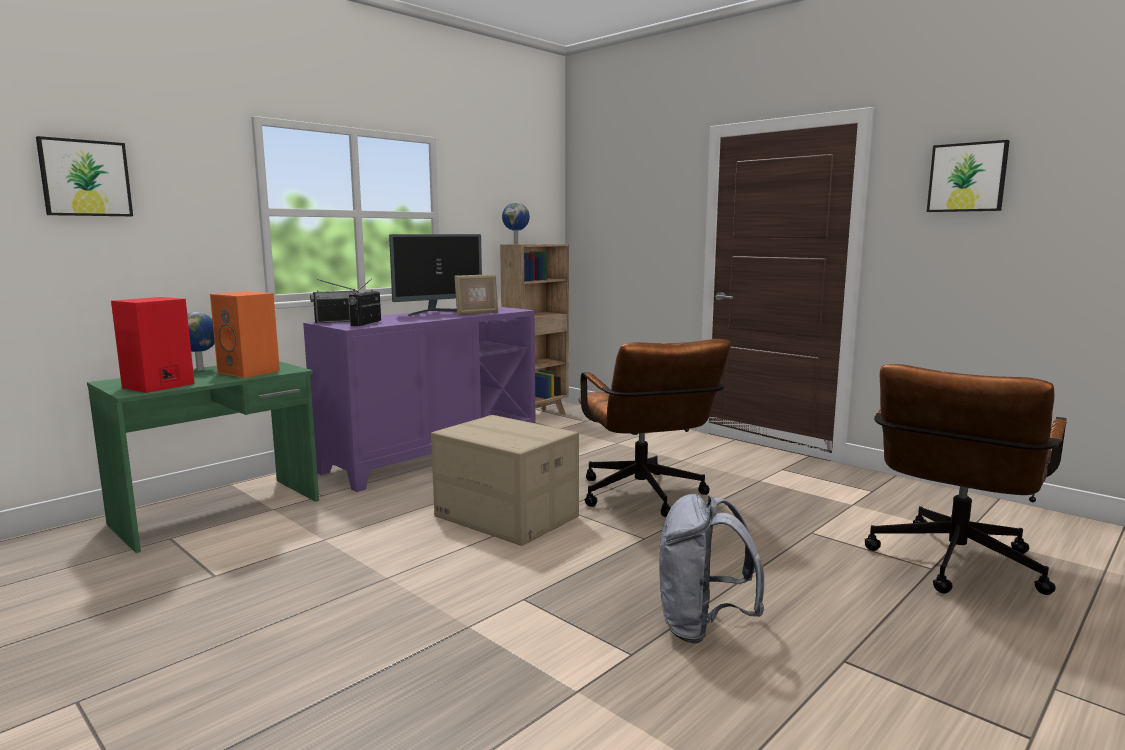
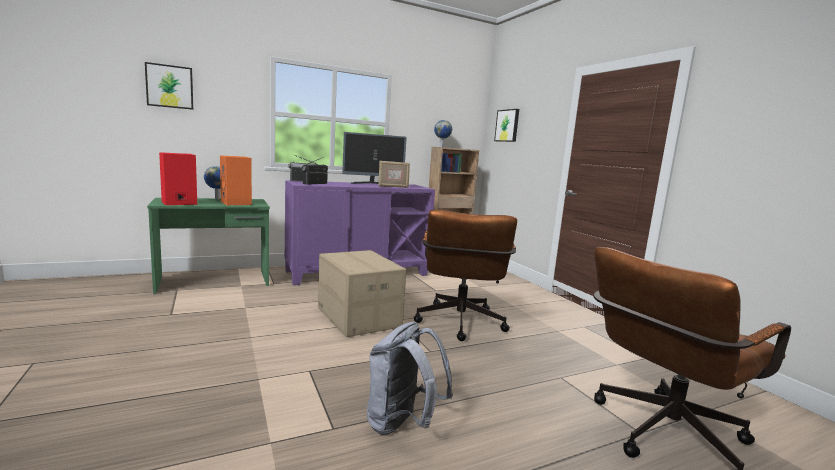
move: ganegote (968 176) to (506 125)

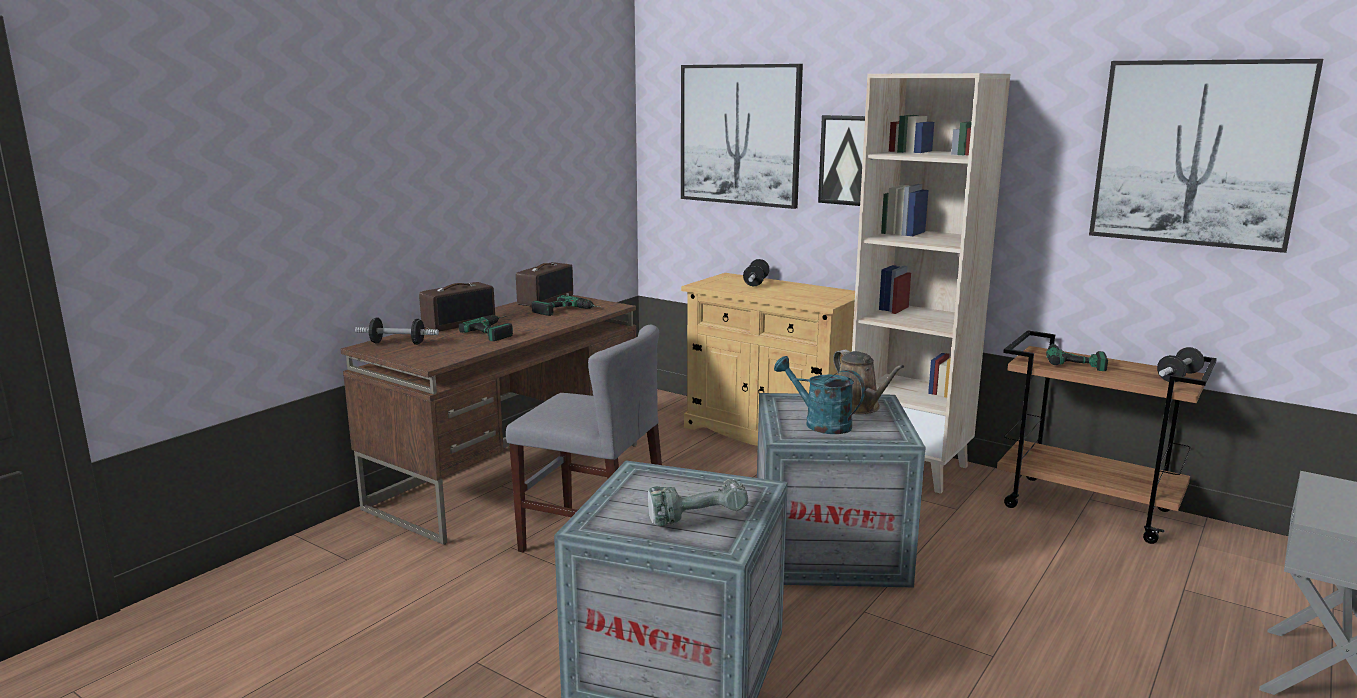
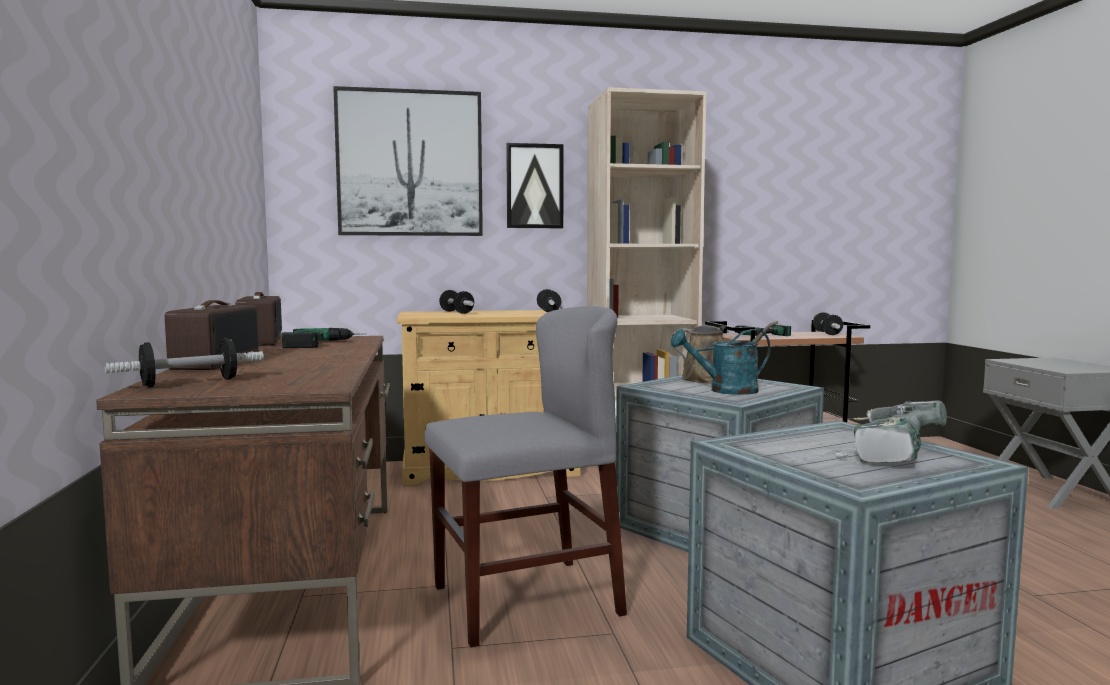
delete: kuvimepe (486 328); ganegote (1206 156)
insert: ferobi (549 300)

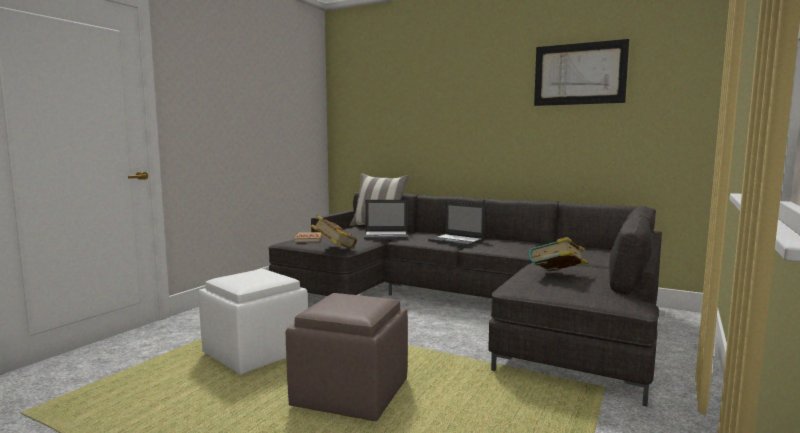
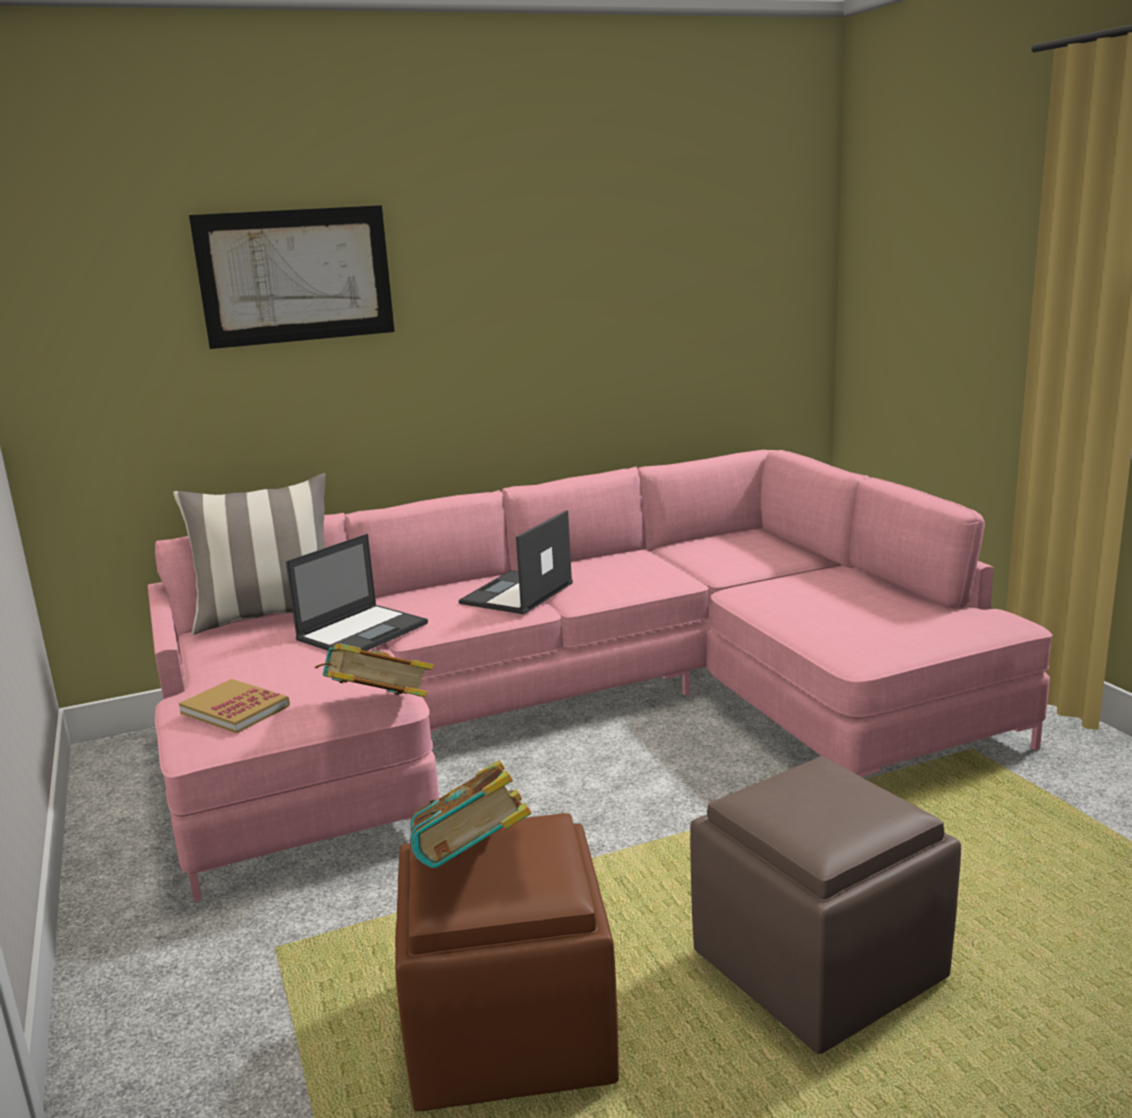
move: ganegote (581 72) to (292 277); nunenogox (558 254) to (471 814)
recolor: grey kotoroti (465 299) to pink kotoroti (600 676); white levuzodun (253 321) to brown levuzodun (507 962)
rotate: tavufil (456 224) = (516 562) 135 degrees clockwise

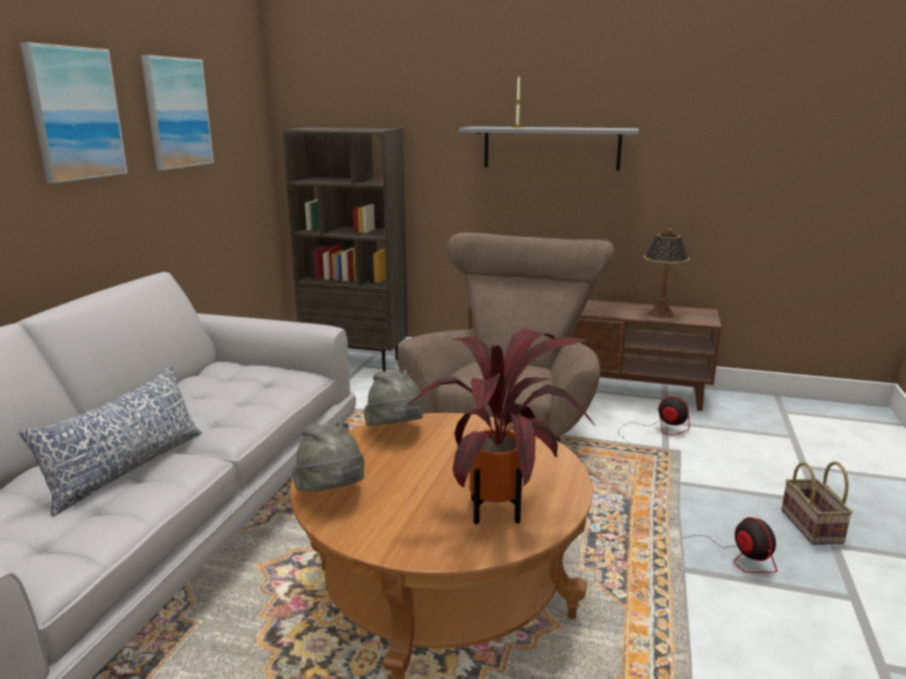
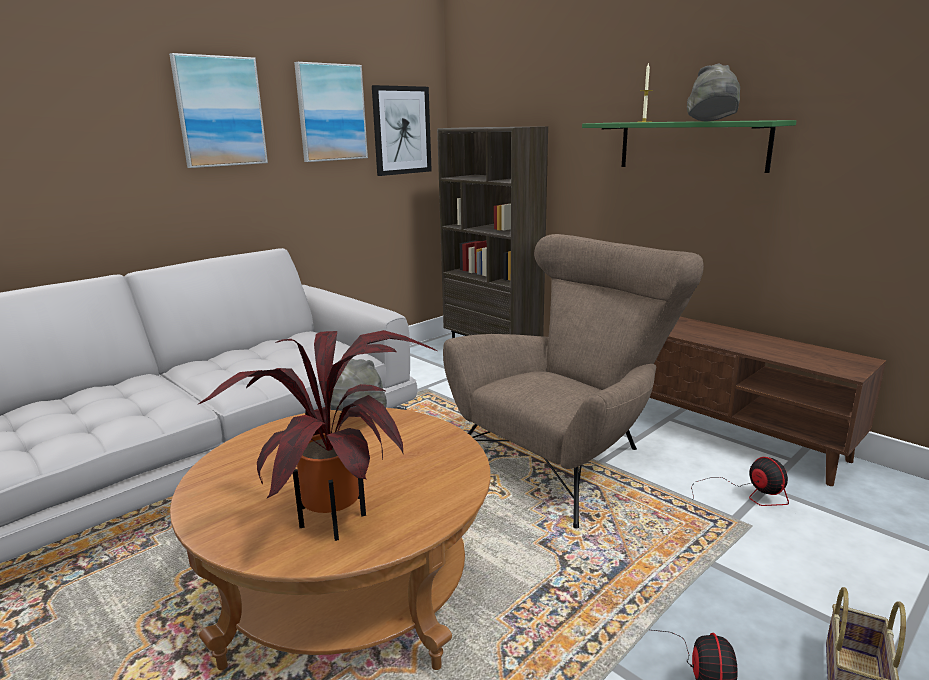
delete: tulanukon (110 441); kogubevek (667 273)
insert: ganegote (402 130)
move: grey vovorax (328 456) to (713 92)
recolor: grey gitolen (549 148) to green gitolen (689 146)

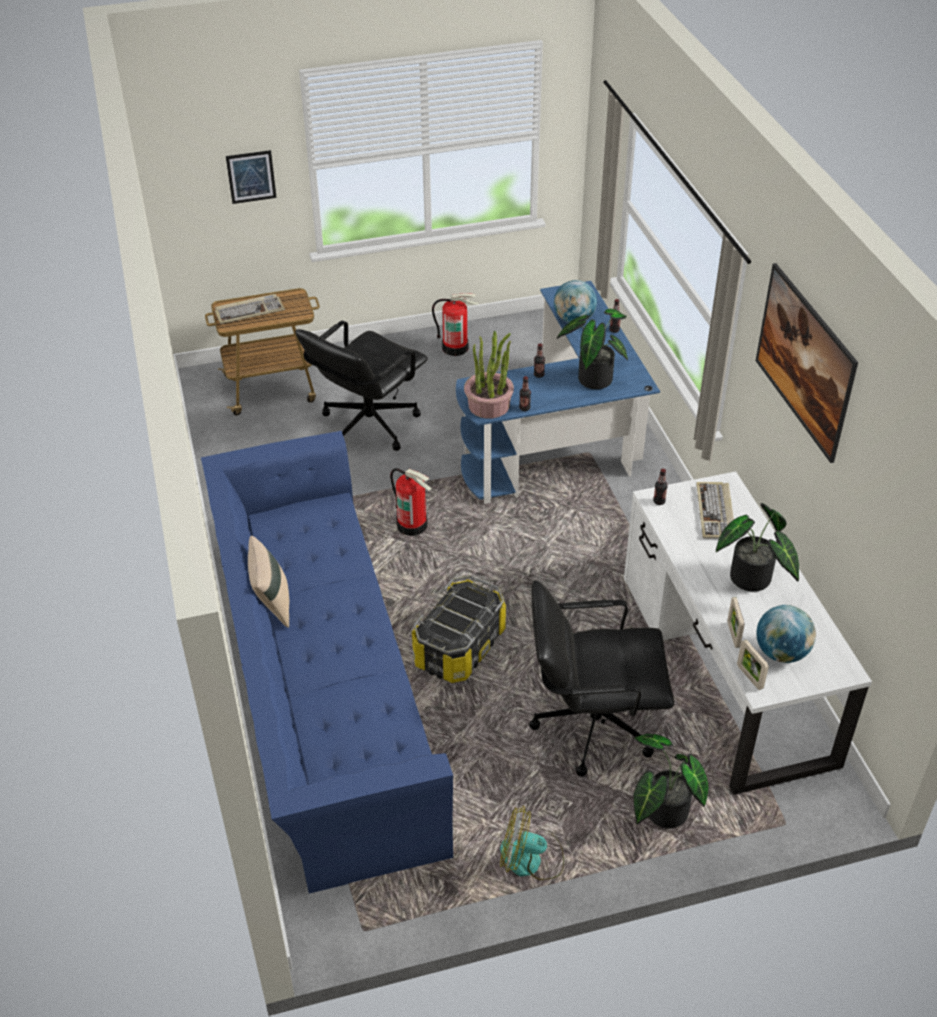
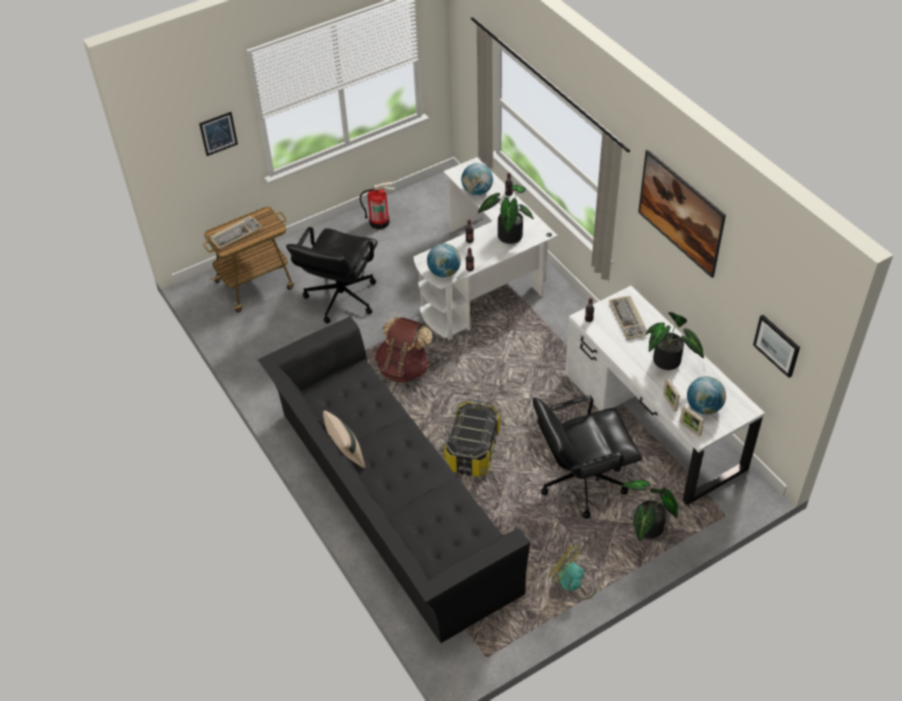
insert: ganegote (776 346)
replace: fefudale (411 502) to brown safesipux (403 350); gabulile (489 375) to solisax (444 260)
recolor: blue kotoroti (327 662) to black kotoroti (394 479); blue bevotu (558 392) to white bevotu (485 249)
rotate: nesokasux (532 843) = (574 572) 45 degrees clockwise

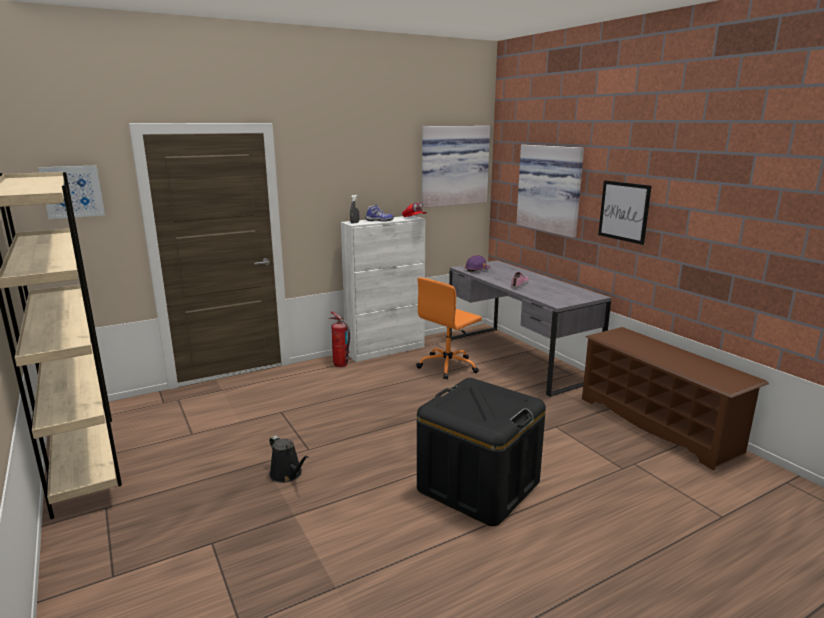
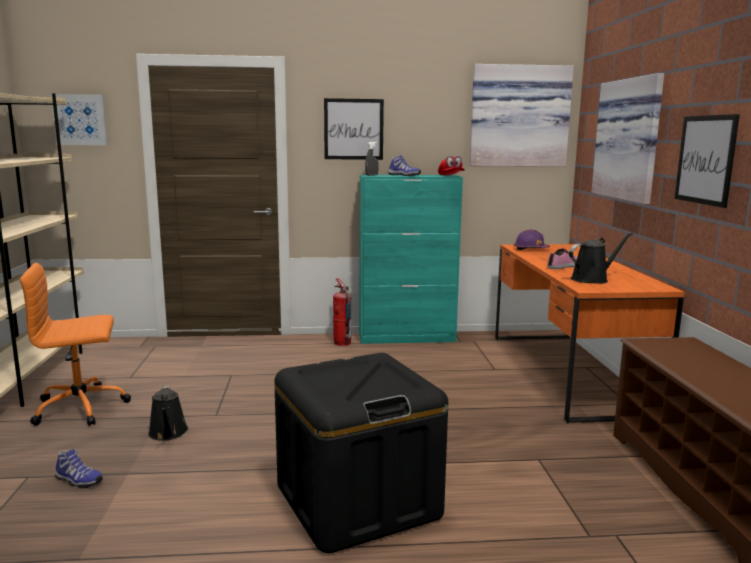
insert: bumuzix (79 468); ganegote (354 129); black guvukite (601 258)
move: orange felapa (449 329) to (75 344)
recolor: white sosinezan (383 289) to turquoise sosinezan (411 259); grey bevotu (530 328) to orange bevotu (590 333)

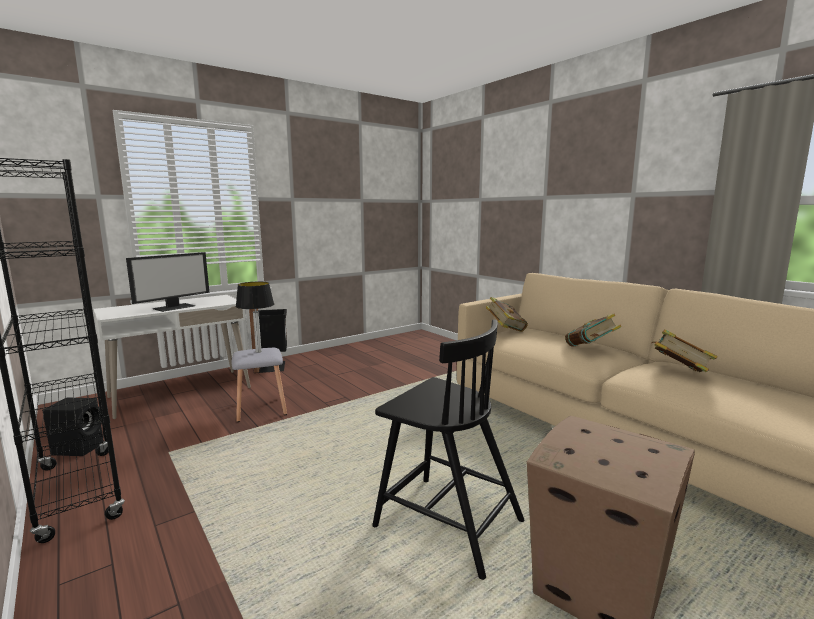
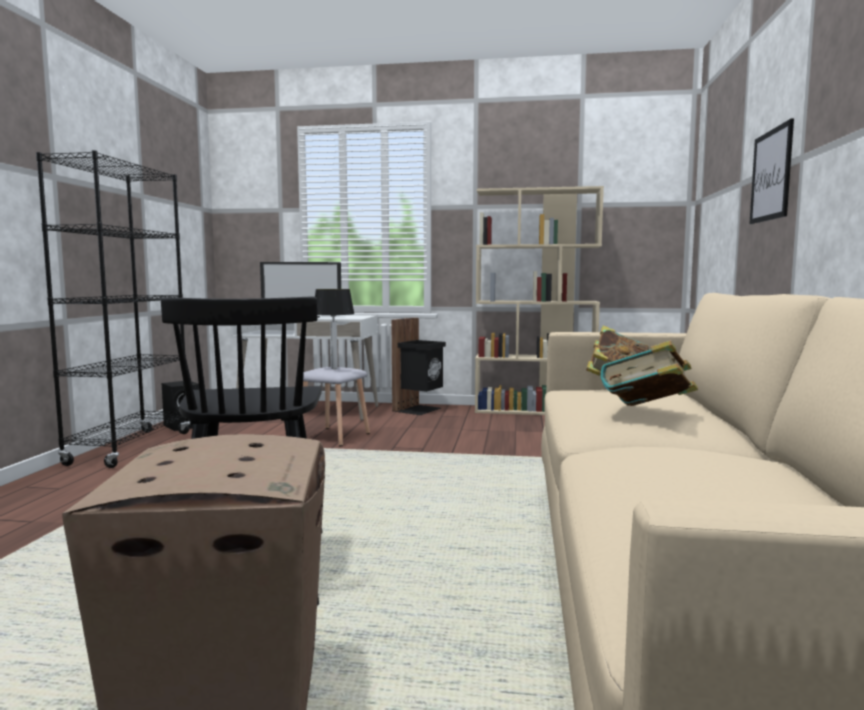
delete: nunenogox (685 350)
insert: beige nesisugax (539 300); ganegote (771 171)

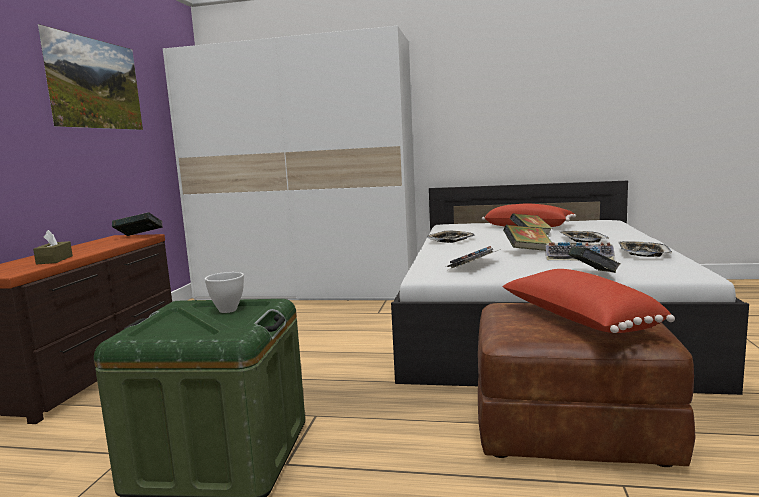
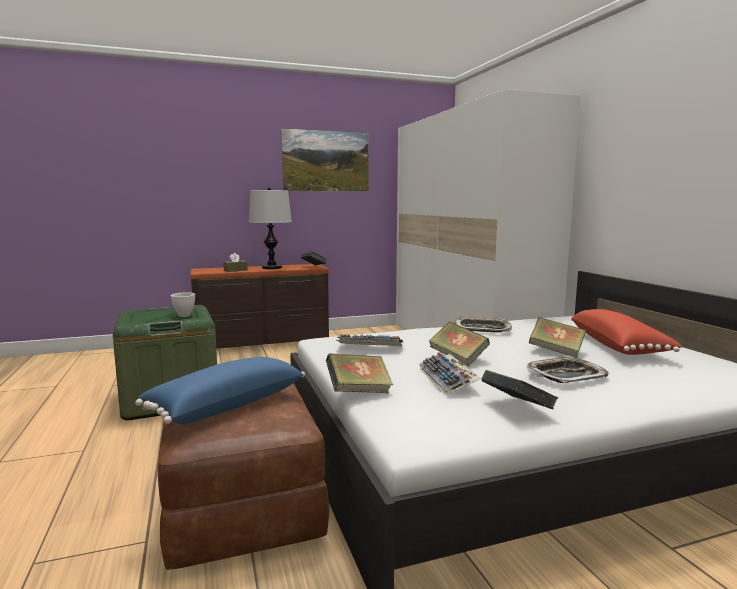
insert: kogubevek (270 228)
replace: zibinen (645 249) to nunenogox (519 389)
recolor: red tulanukon (588 301) to blue tulanukon (220 390)

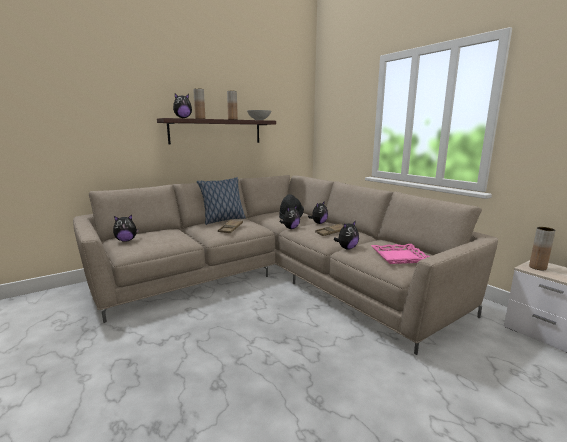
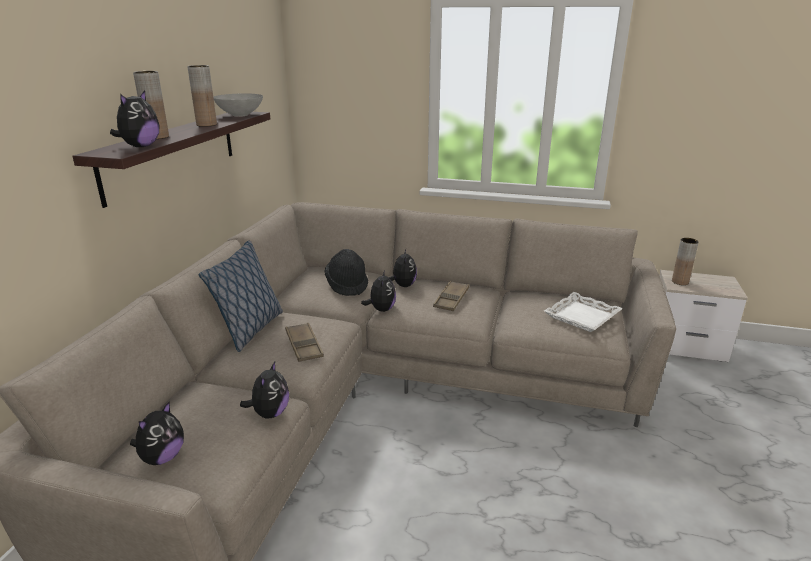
move: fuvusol (346 235) to (264 389)
recolor: pink zibinen (400 254) to white zibinen (583 312)

